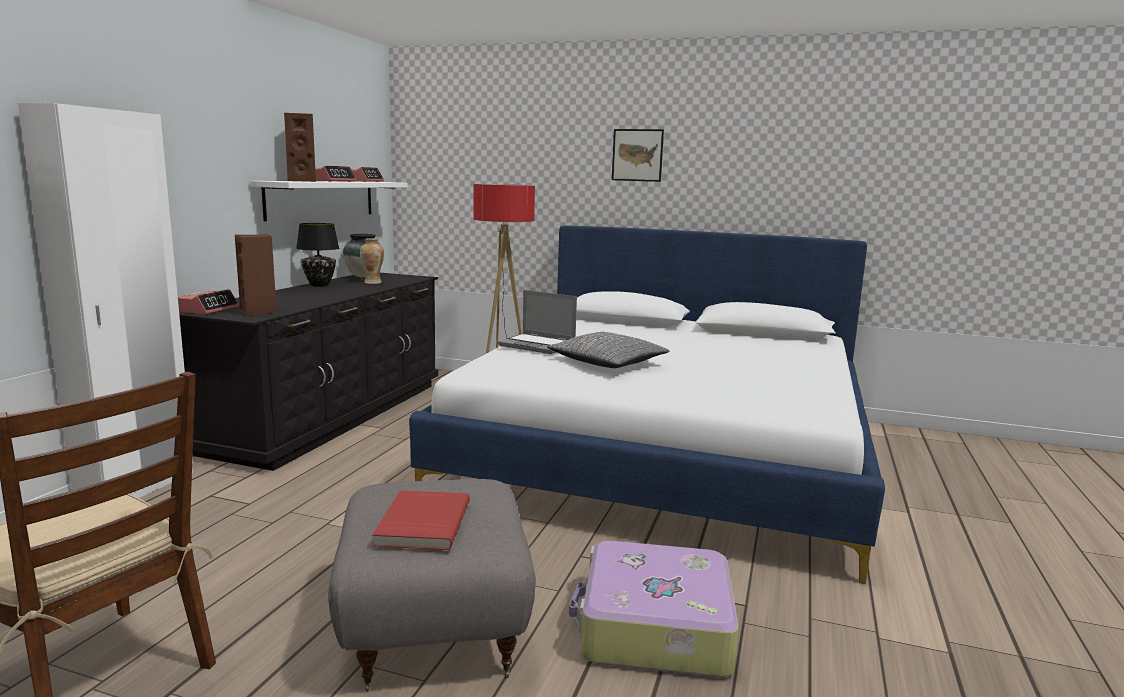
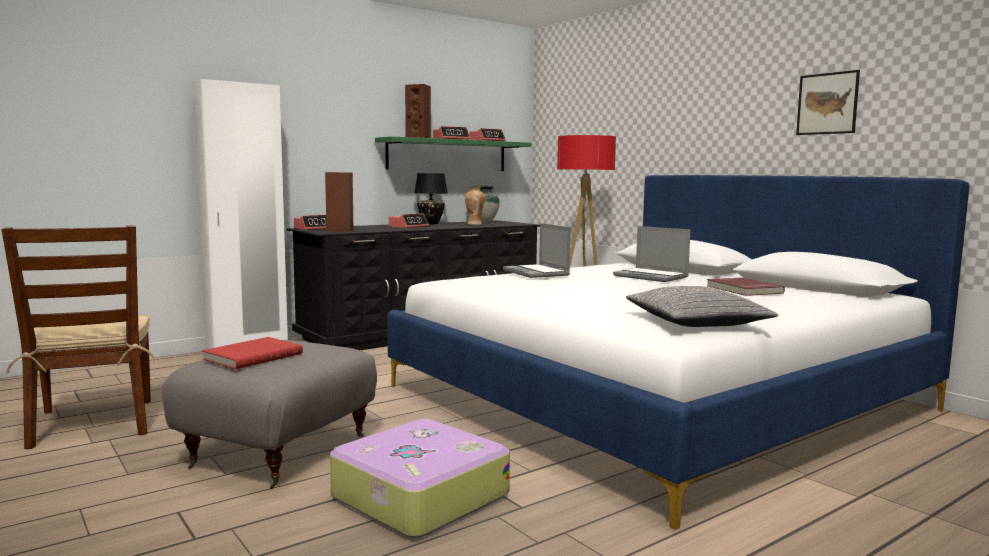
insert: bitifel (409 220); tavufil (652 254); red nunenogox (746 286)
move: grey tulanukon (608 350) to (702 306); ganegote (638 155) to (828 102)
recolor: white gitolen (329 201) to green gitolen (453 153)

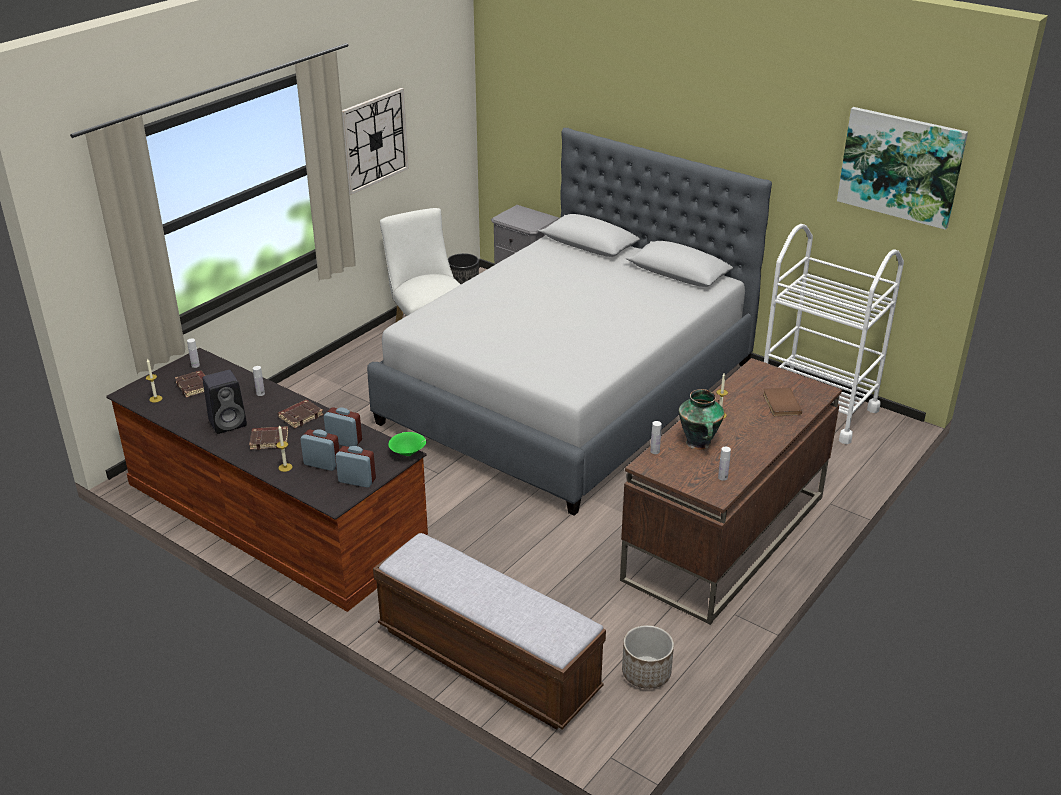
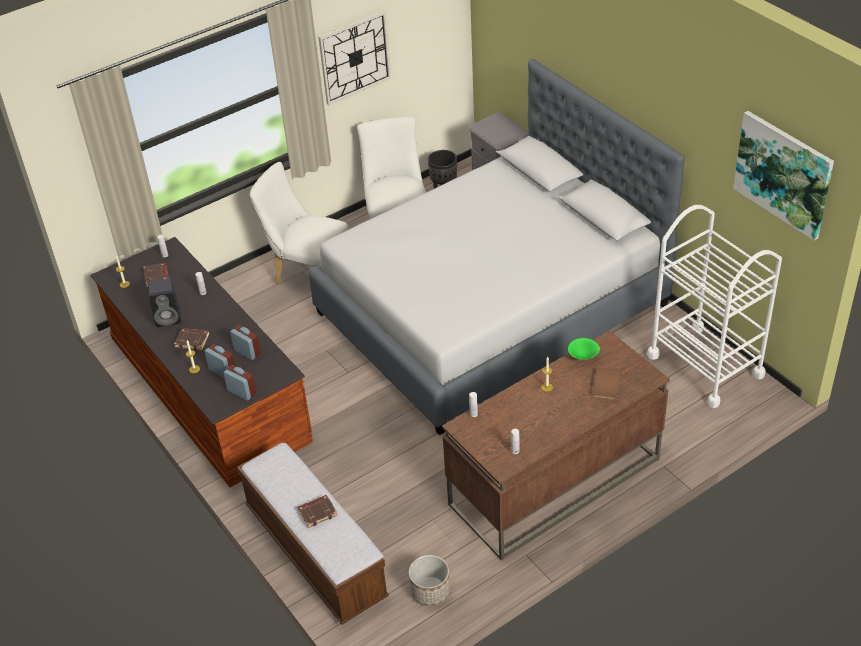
delete: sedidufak (702 419)
insert: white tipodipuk (299 223)
move: brown nunenogox (300 414) to (317 511); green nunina (407 444) to (584 349)

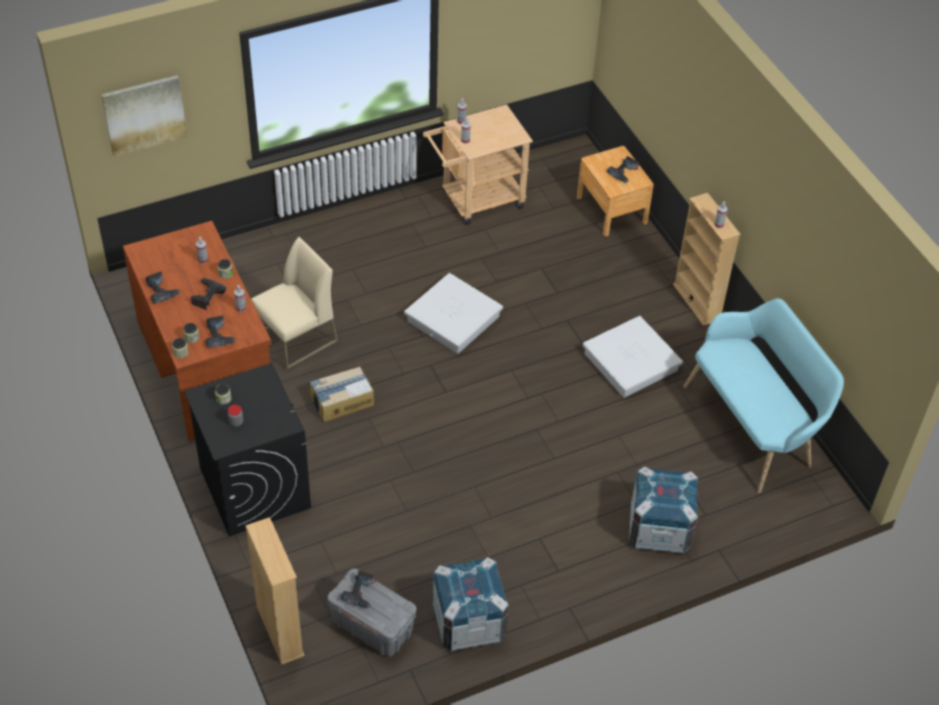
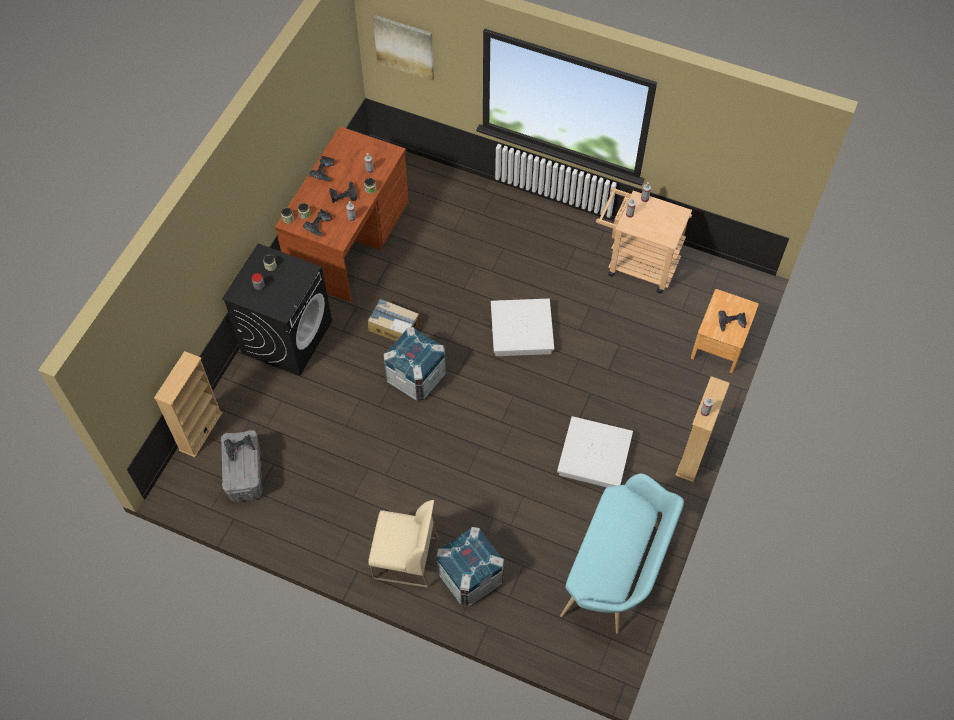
move: beige tipodipuk (294 303) to (403 544); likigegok (470 604) to (414 364)

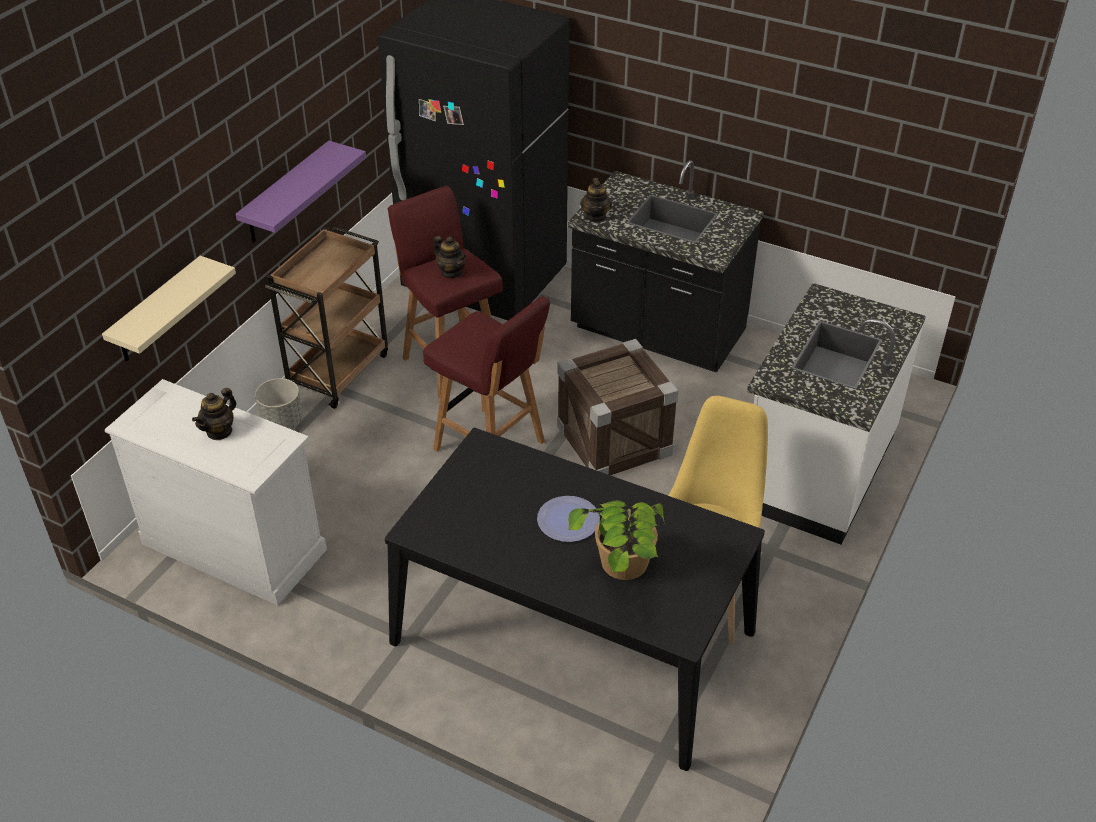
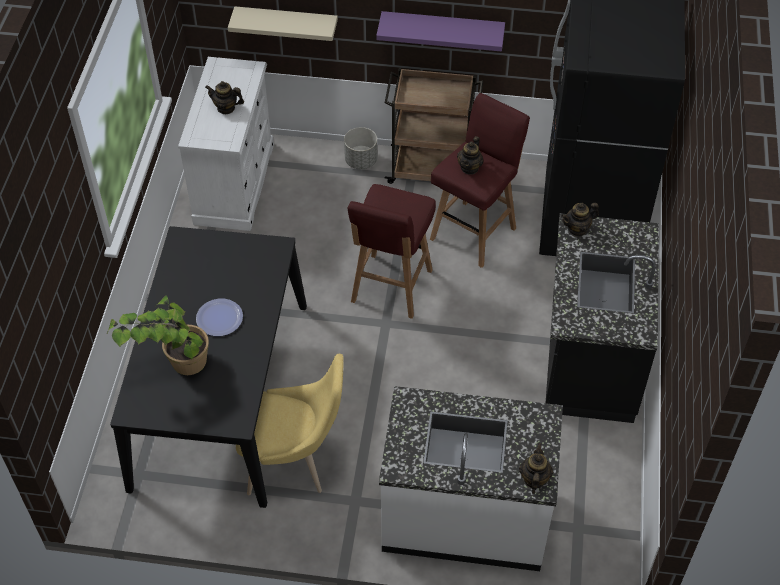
delete: likigegok (618 407)
insert: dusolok (536 468)

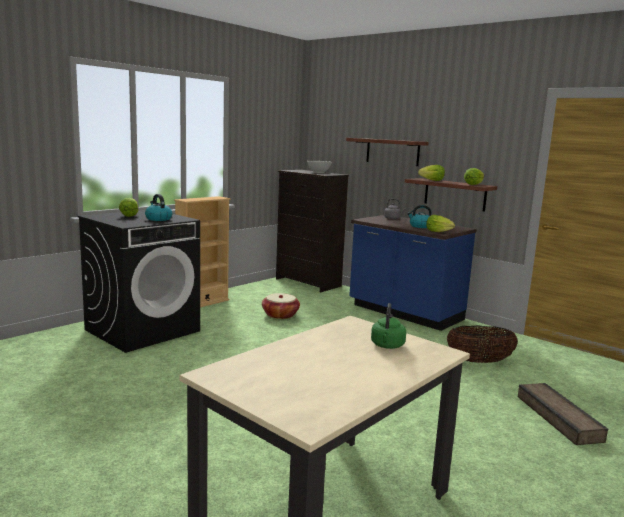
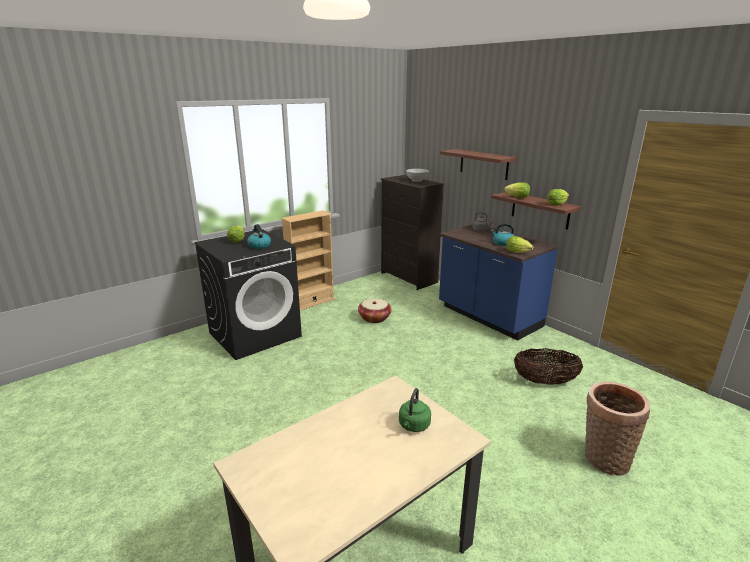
replace: likigegok (563 414) to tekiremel (617 428)

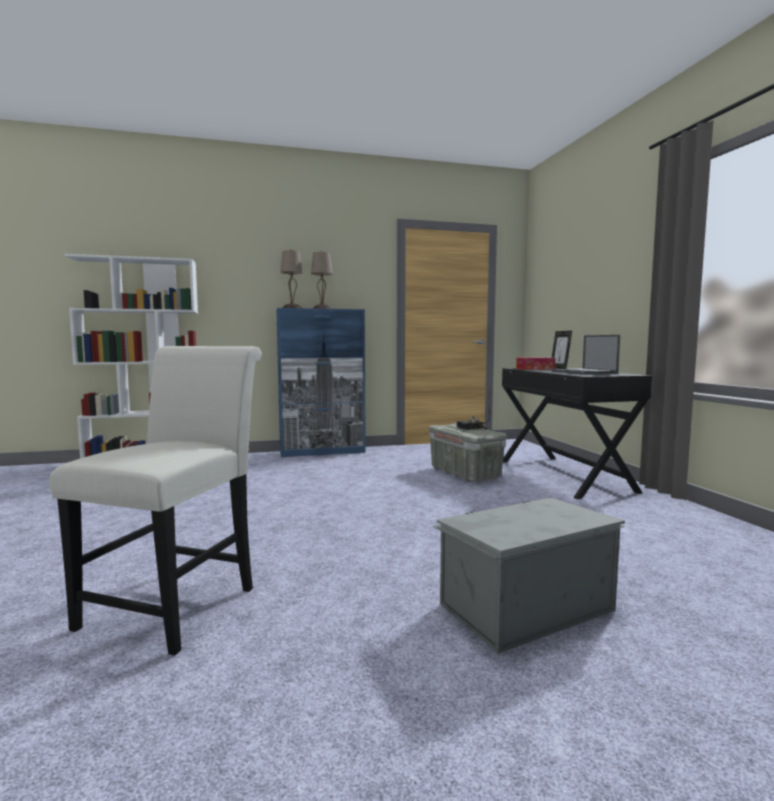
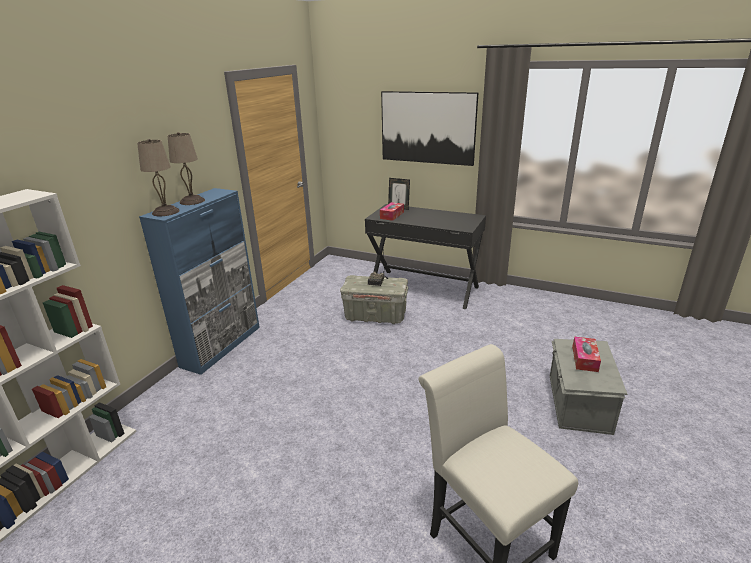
delete: tavufil (586 355)
insert: ganegote (429 128); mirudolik (586 354)

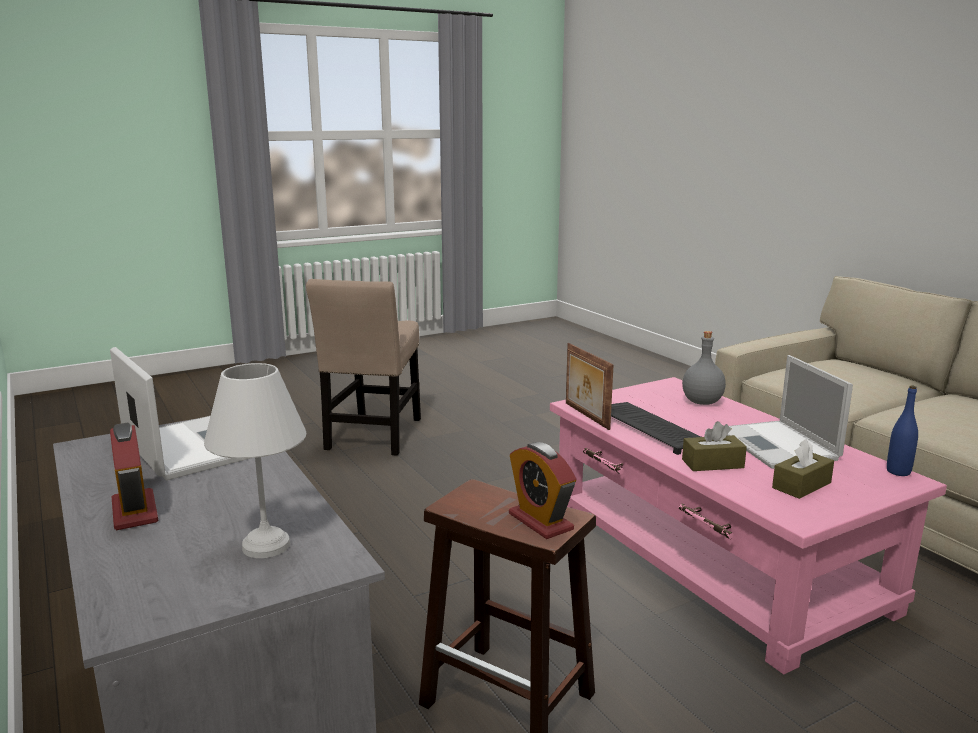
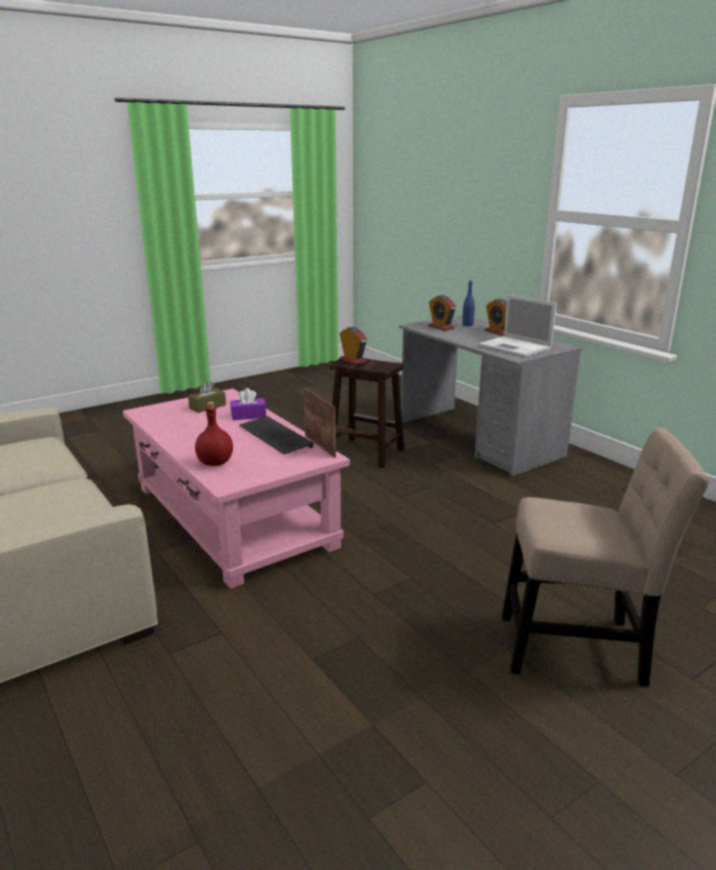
delete: tavufil (790 412)
move: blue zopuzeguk (902 430) to (468 303)
replace: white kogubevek (255 460) to bitifel (442 313)
recolor: grey zopuzeguk (704 368) to red zopuzeguk (214 434); brown mirudolik (714 446) to purple mirudolik (248 404)
rotate: beige tipodipuk (363 367) = (605 557) 90 degrees clockwise

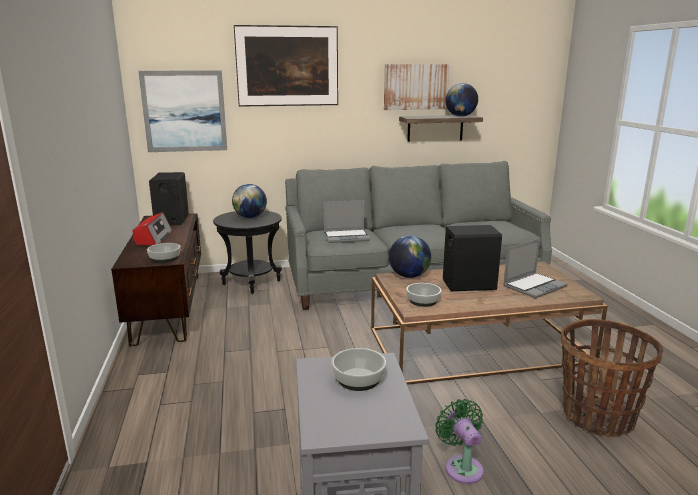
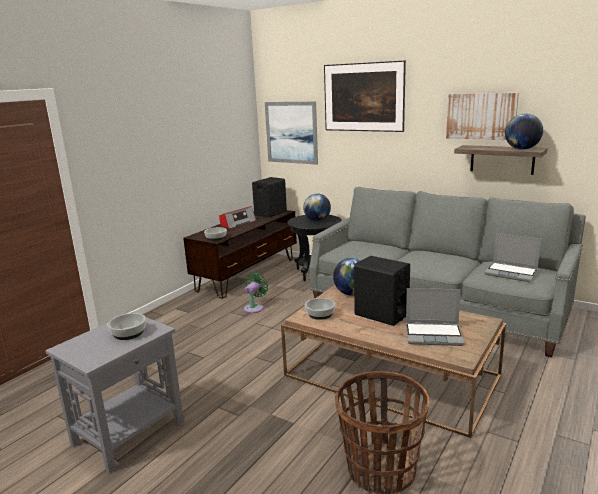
move: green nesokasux (459 441) to (256 292); tavufil (346 221) to (513 257)

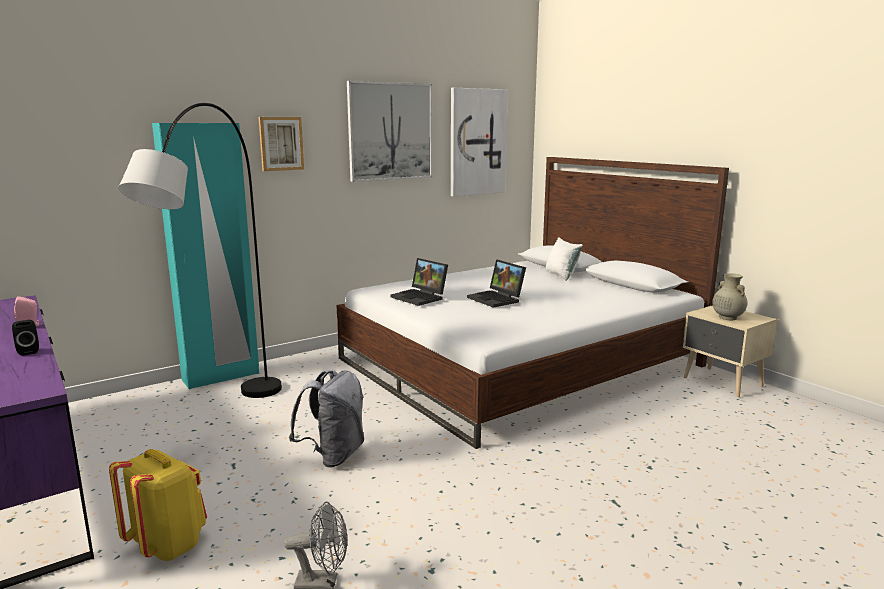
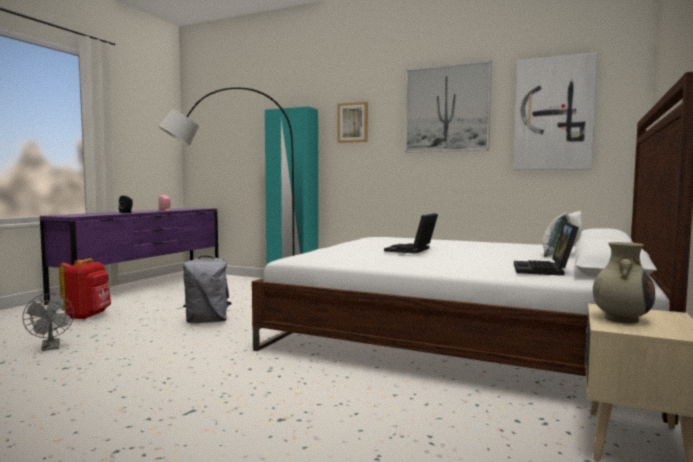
move: tavufil (419 282) to (546 249)
recolor: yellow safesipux (158 505) to red safesipux (85 289)

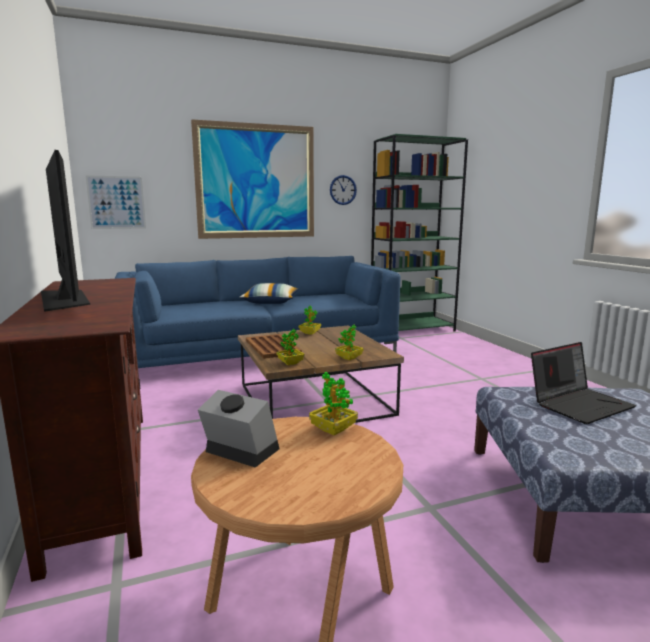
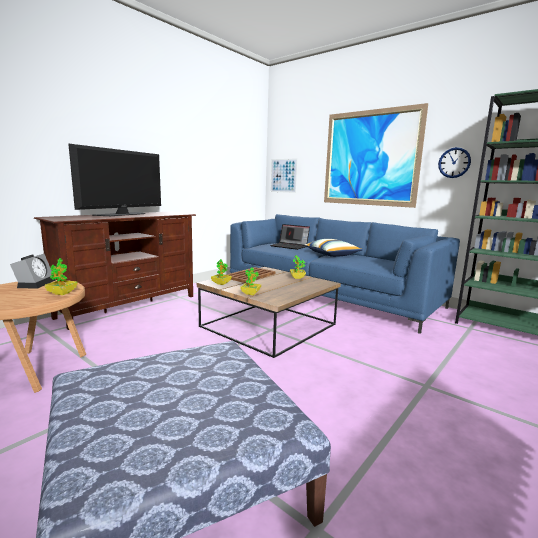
move: tavufil (583 383) to (290 237)

